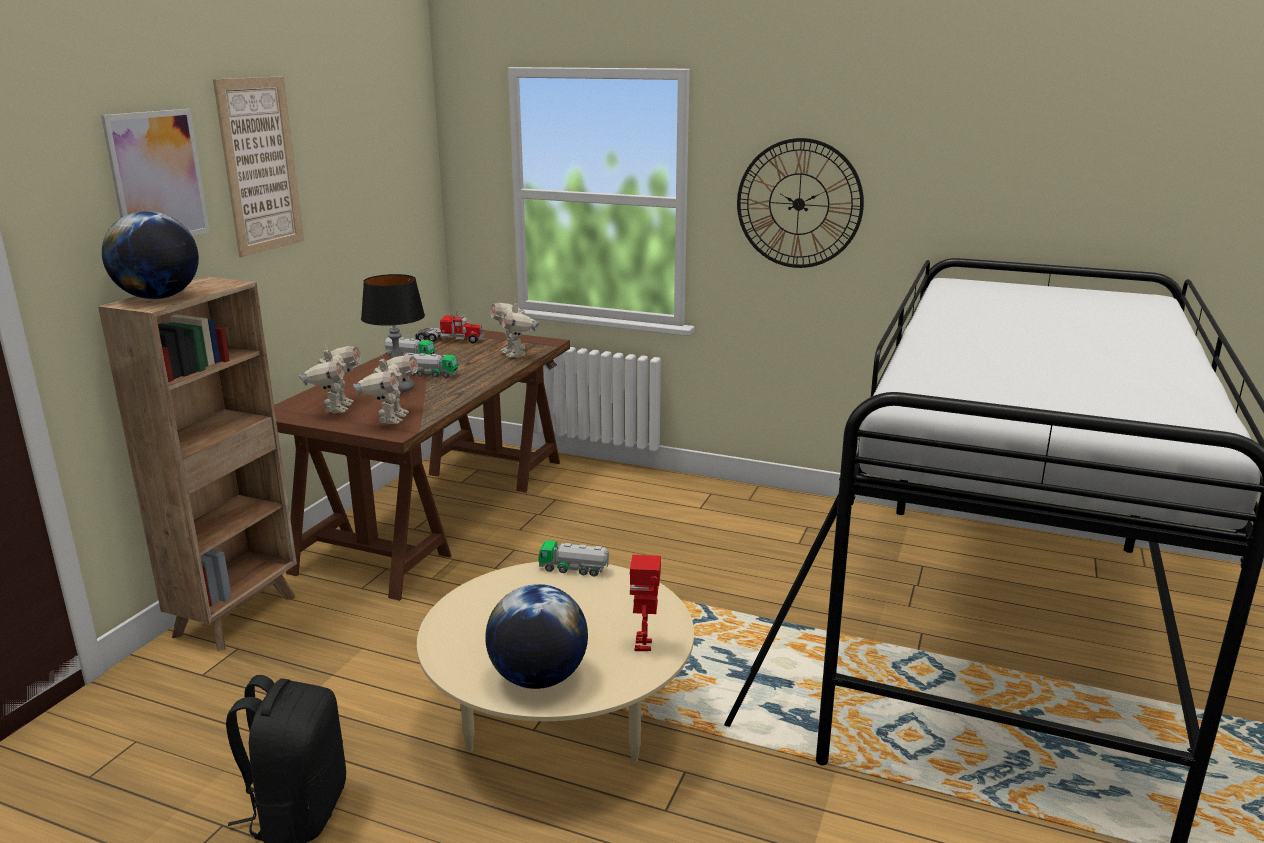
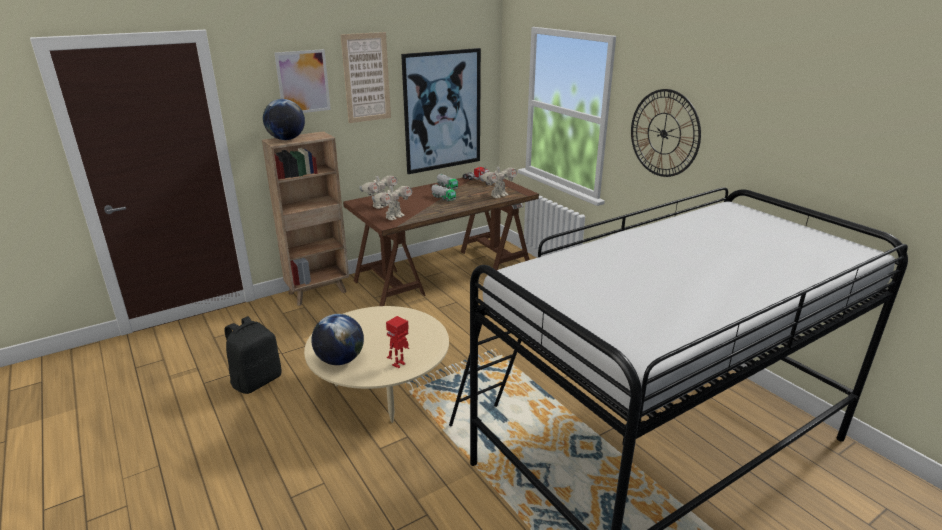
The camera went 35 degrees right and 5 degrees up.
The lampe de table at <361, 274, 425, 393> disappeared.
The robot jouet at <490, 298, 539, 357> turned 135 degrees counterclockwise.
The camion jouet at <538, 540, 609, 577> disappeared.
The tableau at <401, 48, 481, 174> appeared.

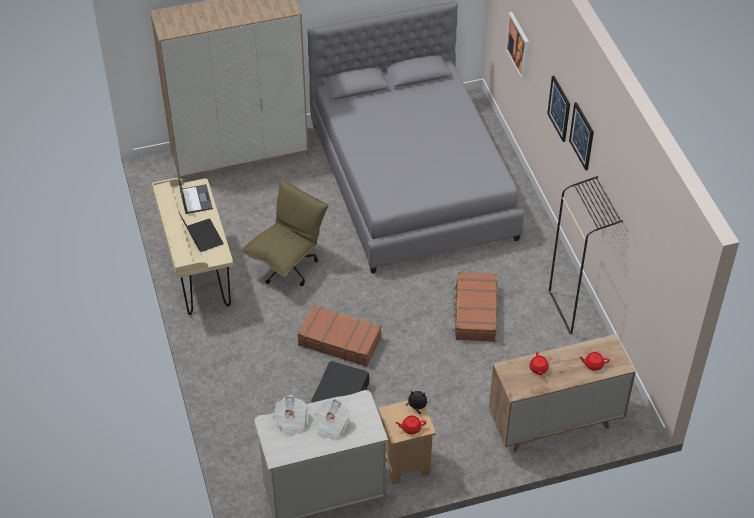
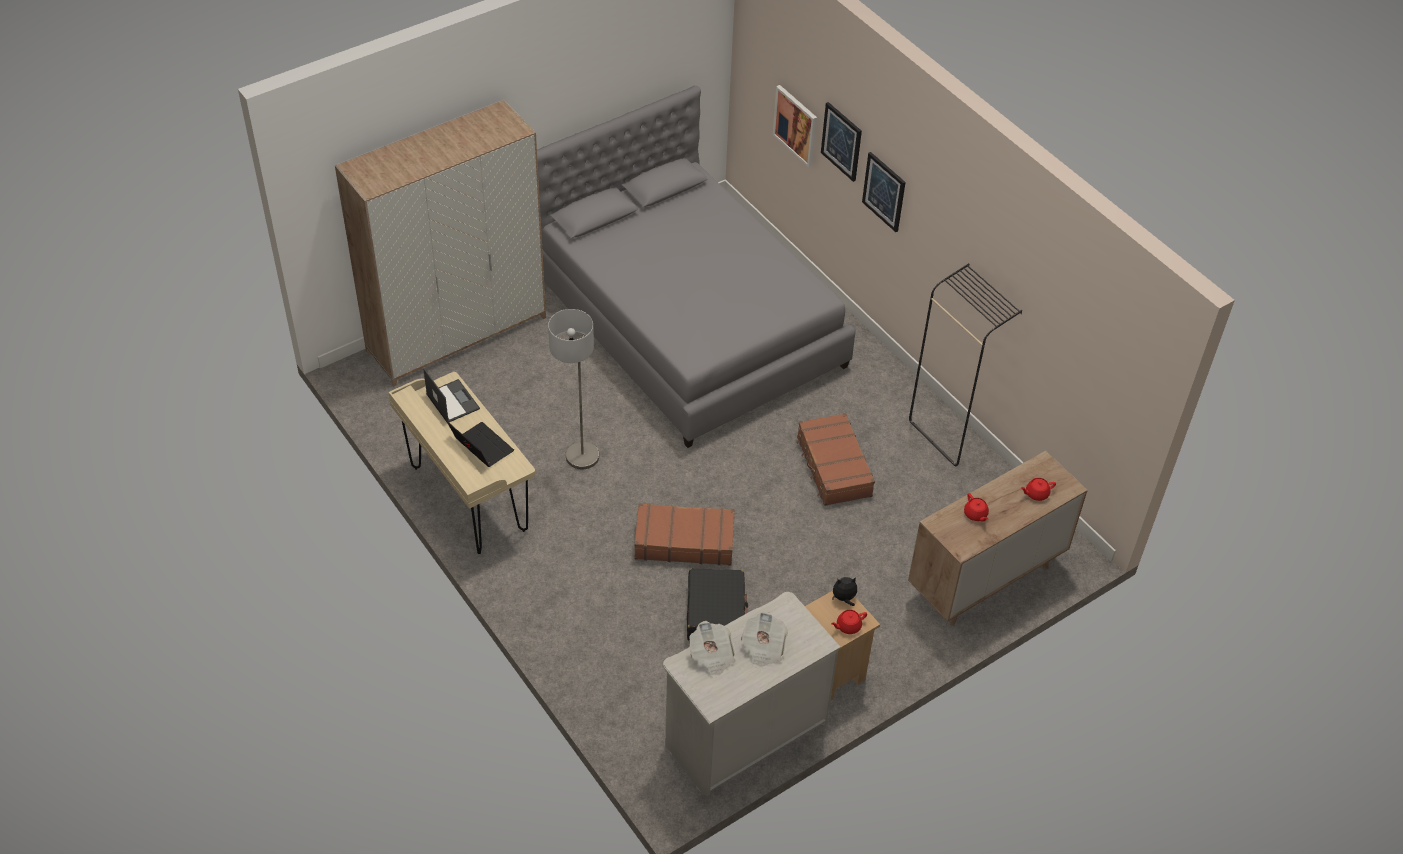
The camera went 20 degrees left and 0 degrees up.
The tableau moved from <569, 102, 594, 170> to <821, 102, 862, 182>.
The chaise de bureau/beige at <241, 179, 328, 286> was replaced by the lampadaire/gris at <548, 309, 599, 469>.

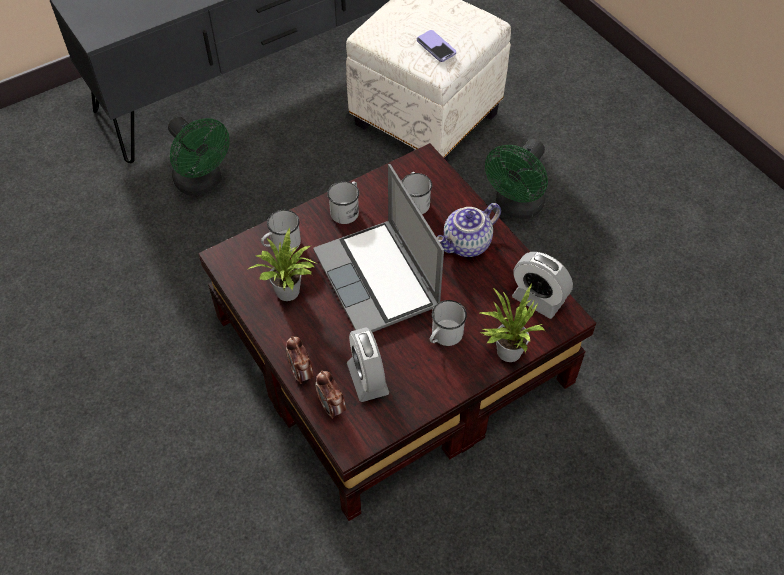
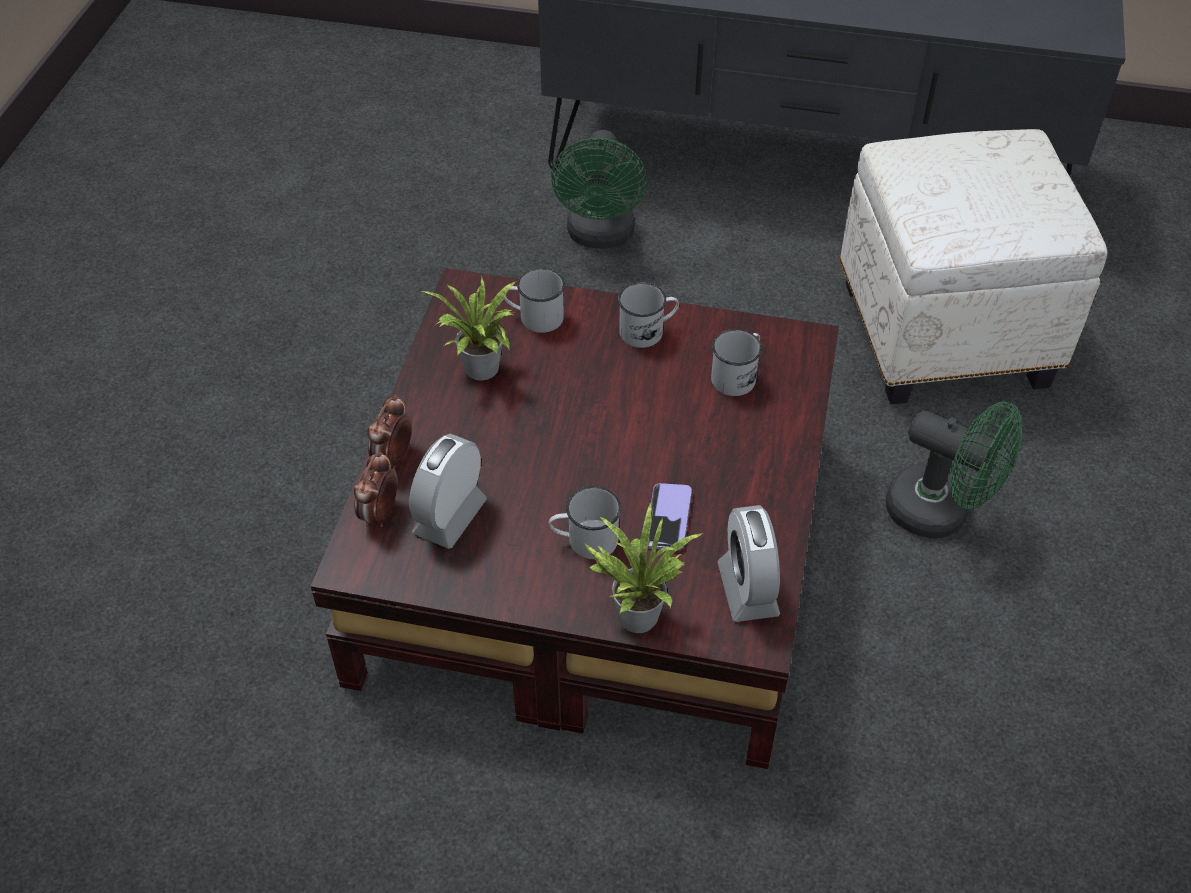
The camera went 45 degrees right and 5 degrees down.
The téléphone moved from <417, 30, 456, 62> to <648, 483, 692, 551>.
The ventilateur/vert at <485, 139, 548, 219> turned 135 degrees counterclockwise.
The ordinateur portable at <313, 164, 444, 332> disappeared.
The théière at <437, 203, 501, 257> disappeared.

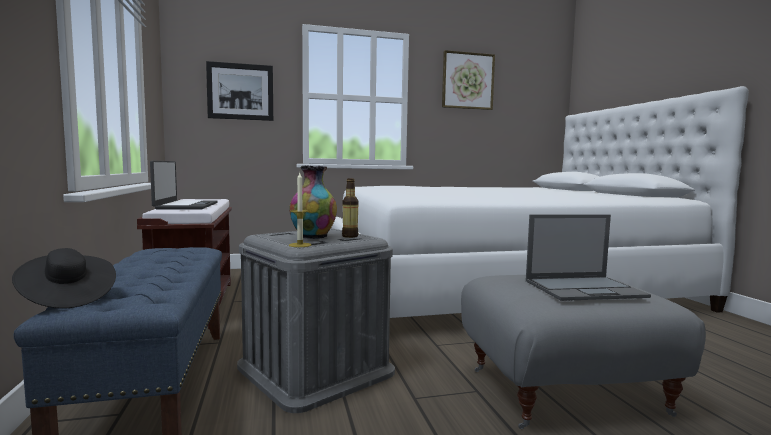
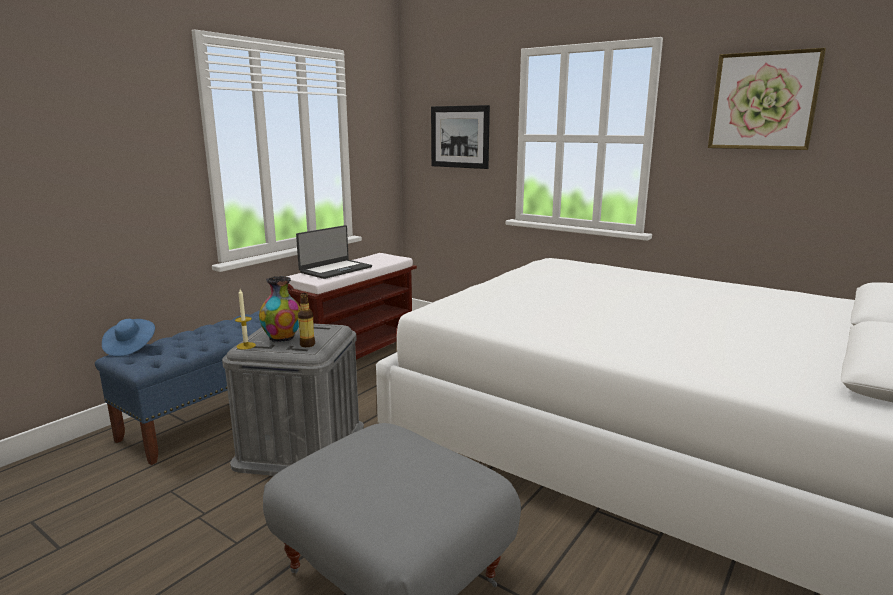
The camera went 50 degrees right and 10 degrees up.
The ordinateur portable at <526, 215, 651, 301> disappeared.
The chapeau/noir at <12, 248, 116, 308> became the chapeau/bleu at <102, 319, 155, 356>.

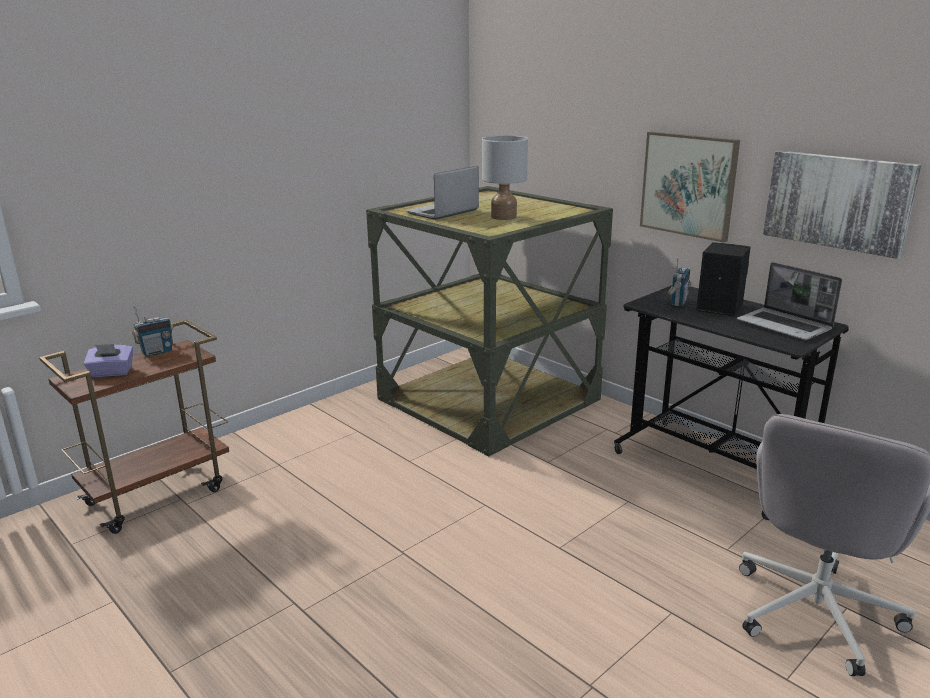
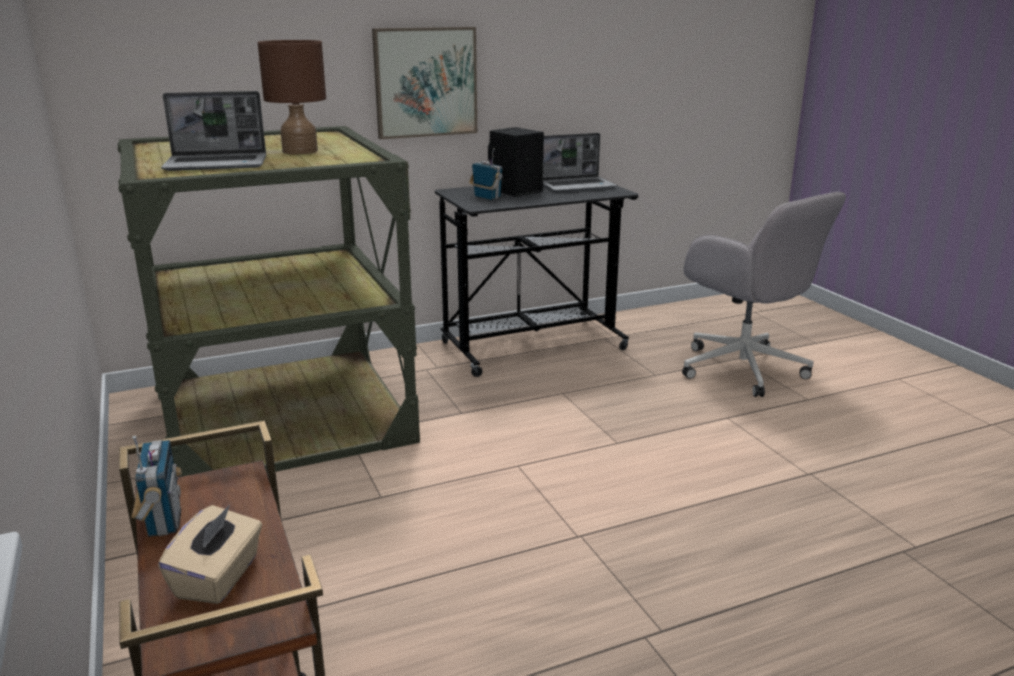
The camera went 70 degrees left and 0 degrees up.
The lampe de table/gris at <482, 135, 528, 220> became the lampe de table/marron at <258, 40, 326, 154>.
The tableau at <763, 151, 921, 259> disappeared.
The ordinateur portable at <406, 166, 479, 220> turned 75 degrees counterclockwise.
The boîte à mouchoirs/violet at <84, 344, 133, 377> became the boîte à mouchoirs/beige at <158, 505, 262, 604>.

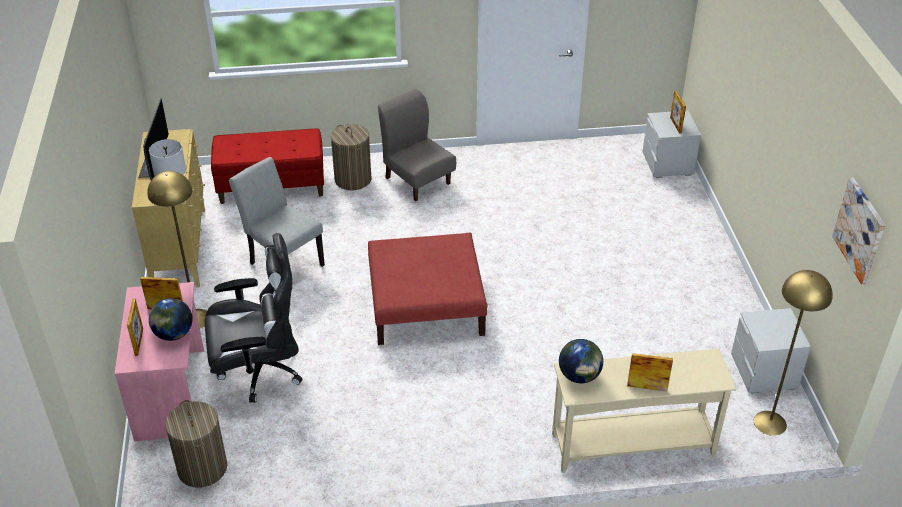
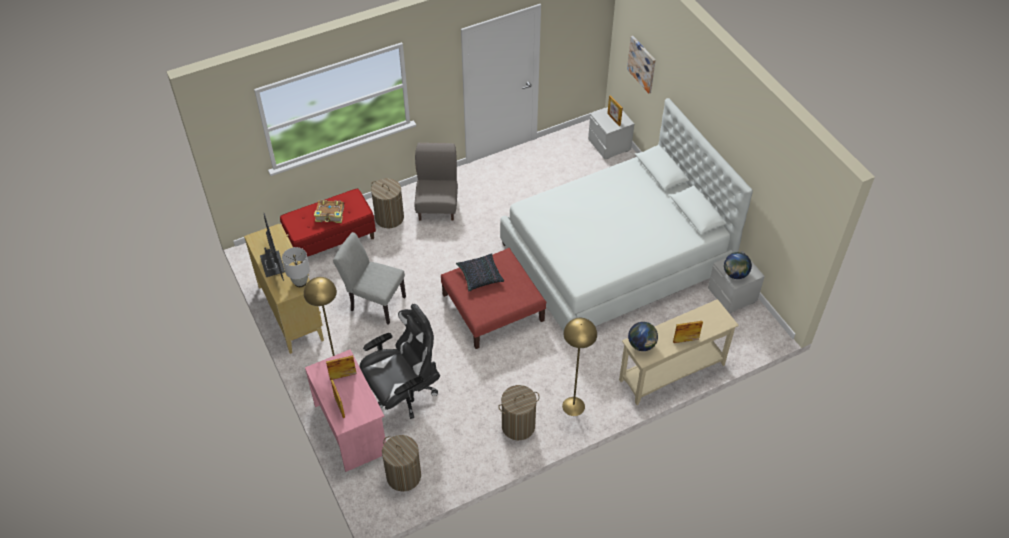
The camera went 20 degrees left and 10 degrees up.
The chaise/gris at <378, 89, 456, 201> turned 60 degrees clockwise.
The tableau moved from <832, 178, 885, 285> to <627, 36, 656, 93>.
The lampadaire/jaune moved from <754, 270, 833, 436> to <562, 318, 597, 416>.
The globe moved from <149, 298, 192, 341> to <724, 252, 752, 279>.
The lit/blanc at <500, 98, 753, 332> appeared.
The livre at <314, 200, 344, 223> appeared.
The coussin/noir at <456, 253, 504, 291> appeared.
The panier à linge at <498, 385, 540, 440> appeared.

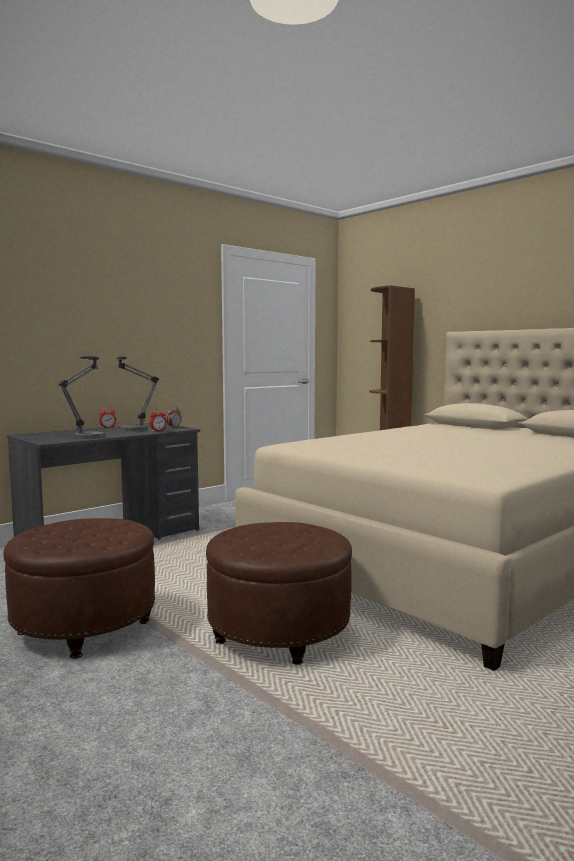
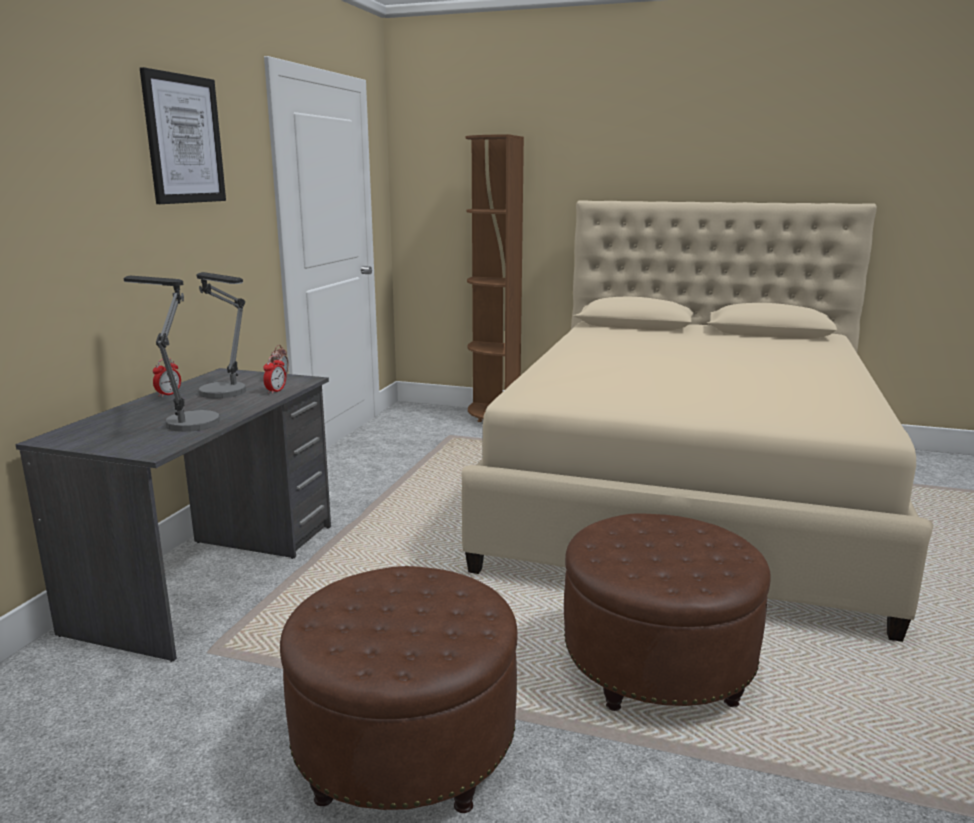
The camera went 30 degrees left and 10 degrees up.
The tableau at <140, 67, 226, 204> appeared.

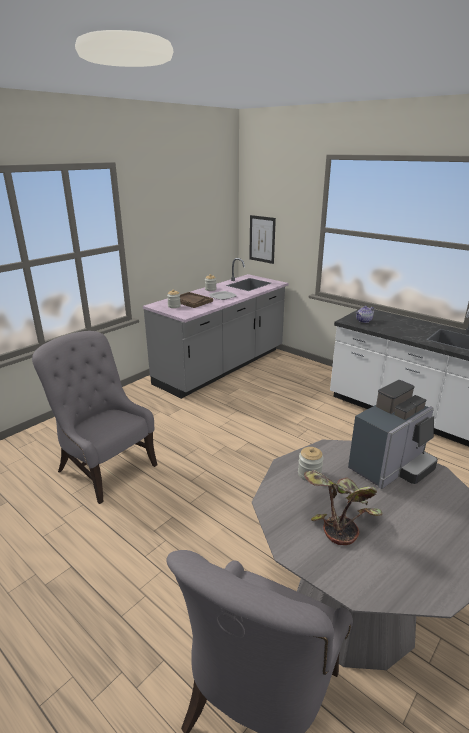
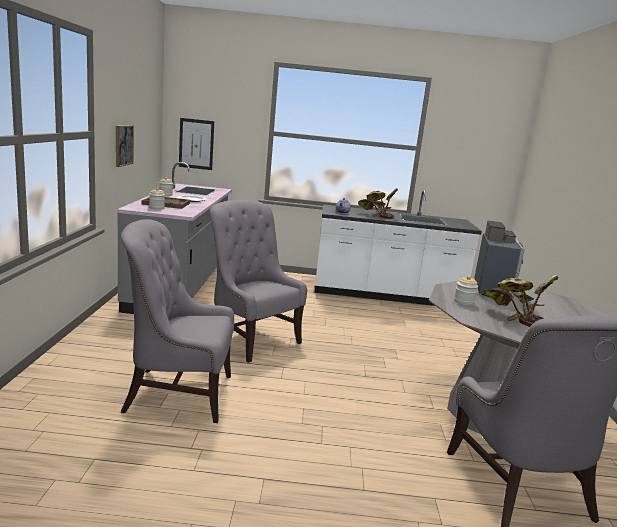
The camera went 40 degrees left and 10 degrees down.
The tableau at <116, 125, 134, 167> appeared.
The plante en pot at <358, 188, 398, 219> appeared.
The chaise/gris at <210, 200, 307, 363> appeared.

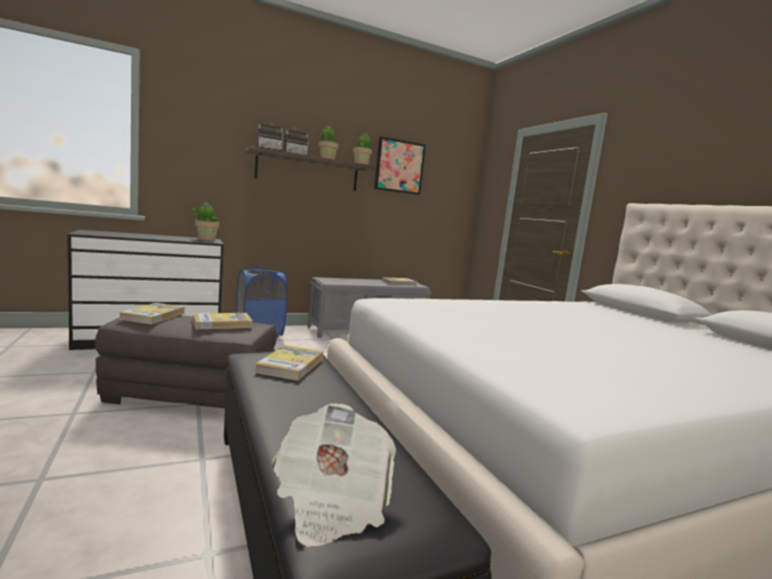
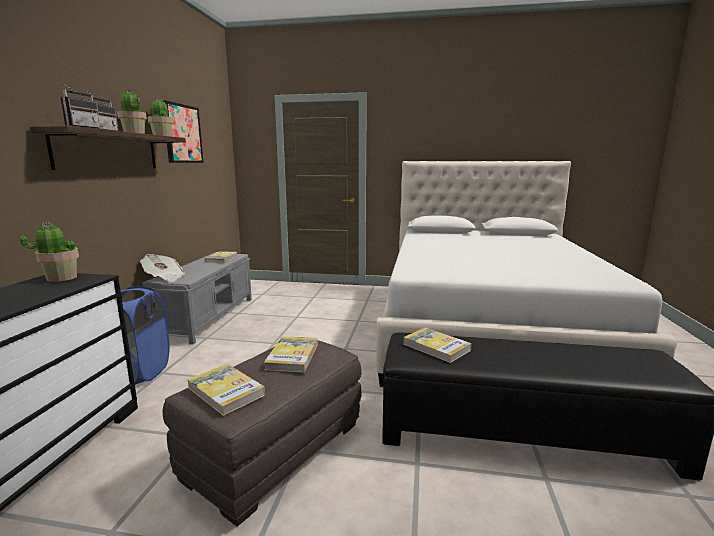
The camera went 55 degrees left and 5 degrees up.
The journal moved from <272, 403, 396, 547> to <140, 254, 185, 282>.

